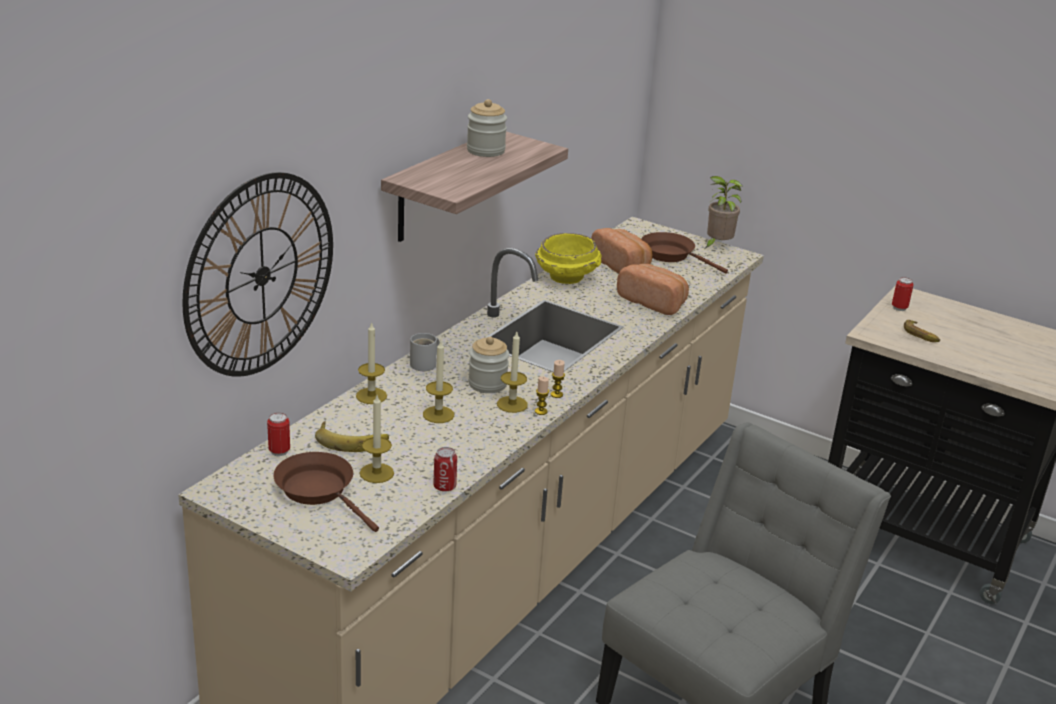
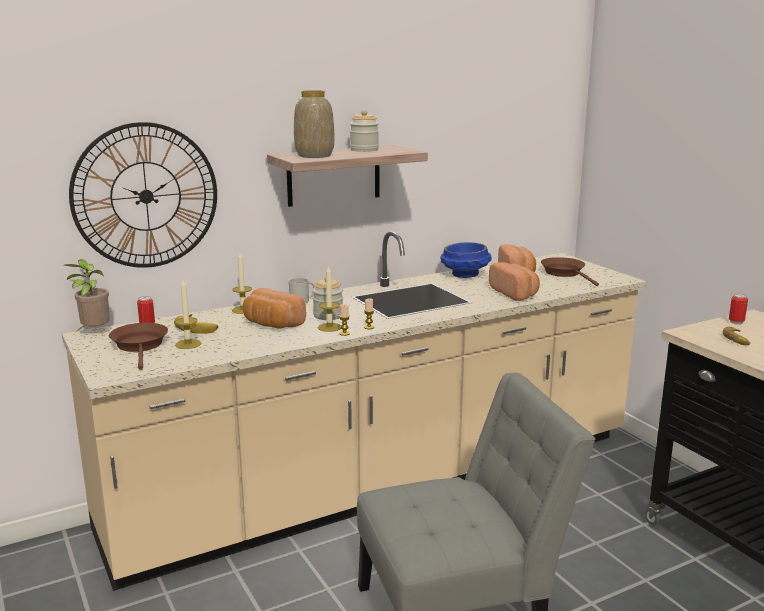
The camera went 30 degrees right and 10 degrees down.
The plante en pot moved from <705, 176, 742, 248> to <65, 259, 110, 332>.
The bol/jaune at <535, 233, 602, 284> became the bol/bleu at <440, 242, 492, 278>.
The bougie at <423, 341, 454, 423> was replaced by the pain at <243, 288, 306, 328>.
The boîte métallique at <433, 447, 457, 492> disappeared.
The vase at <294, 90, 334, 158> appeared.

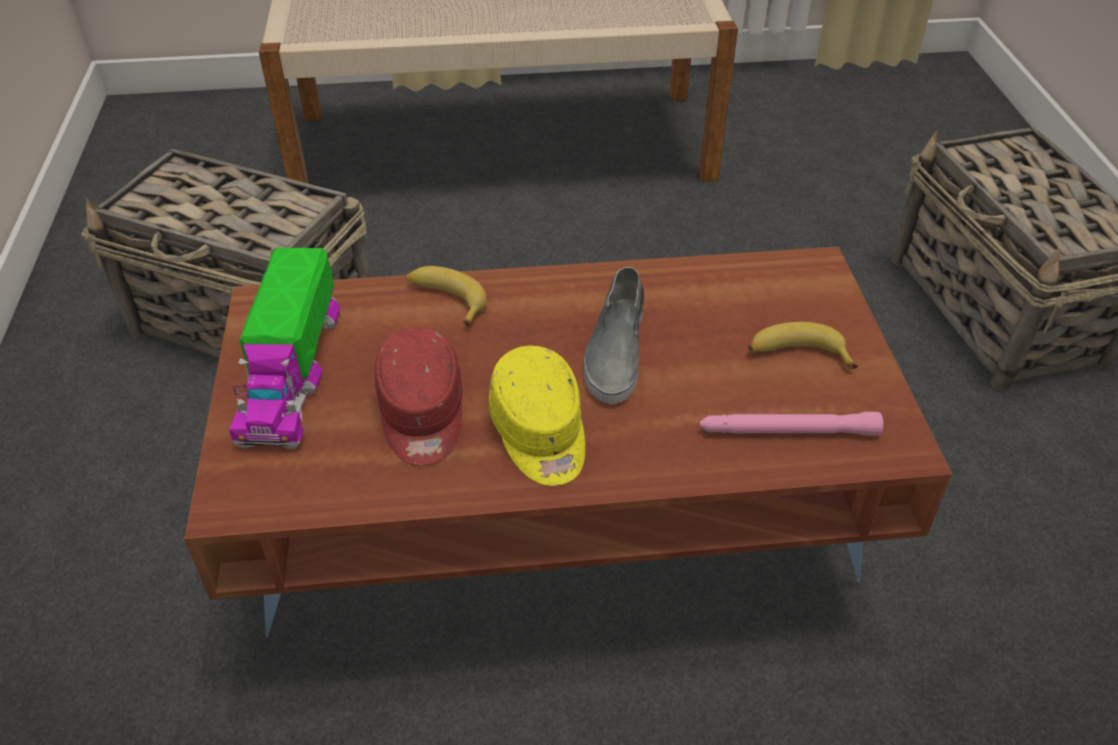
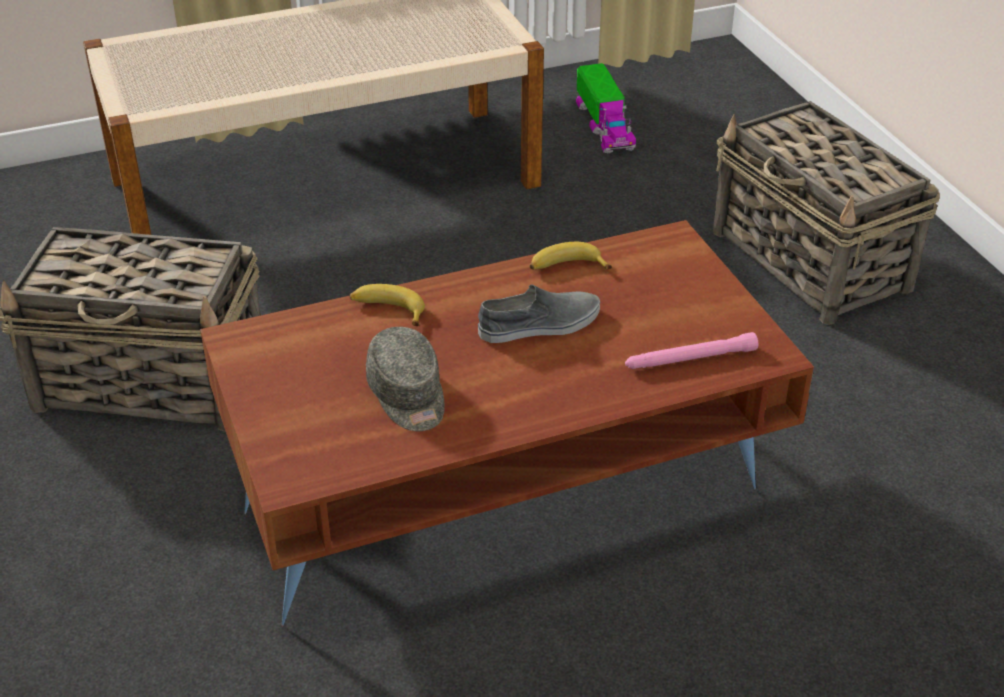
The camera went 15 degrees left and 5 degrees down.
The camion jouet moved from <229, 247, 341, 449> to <576, 63, 636, 153>.
The chaussure/gris at <584, 267, 644, 404> turned 105 degrees counterclockwise.
The banane moved from <748, 322, 858, 369> to <530, 242, 612, 270>.
The casquette/rouge at <375, 327, 463, 466> became the casquette/gris at <366, 327, 445, 431>.
The casquette/jaune at <489, 346, 585, 486> disappeared.

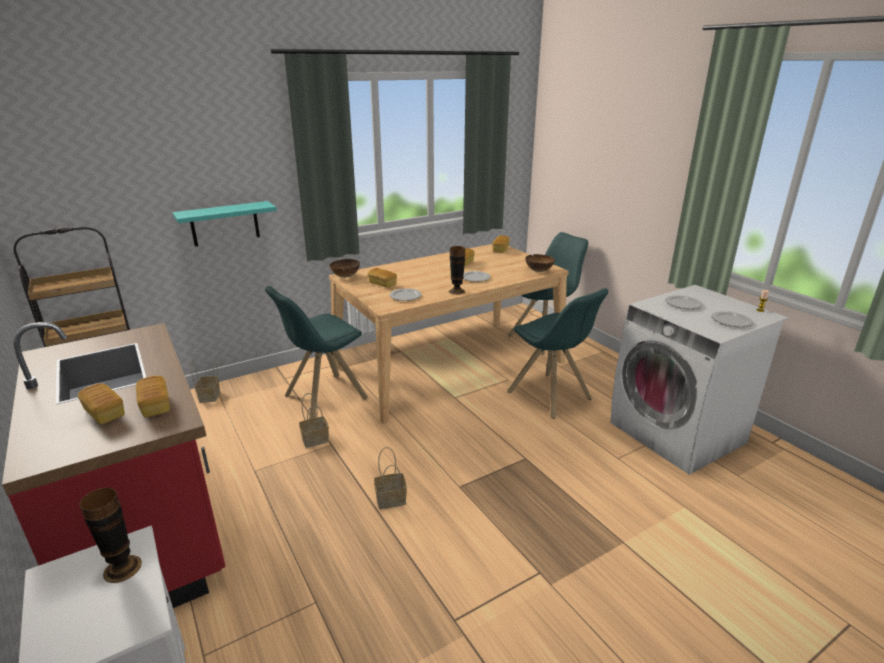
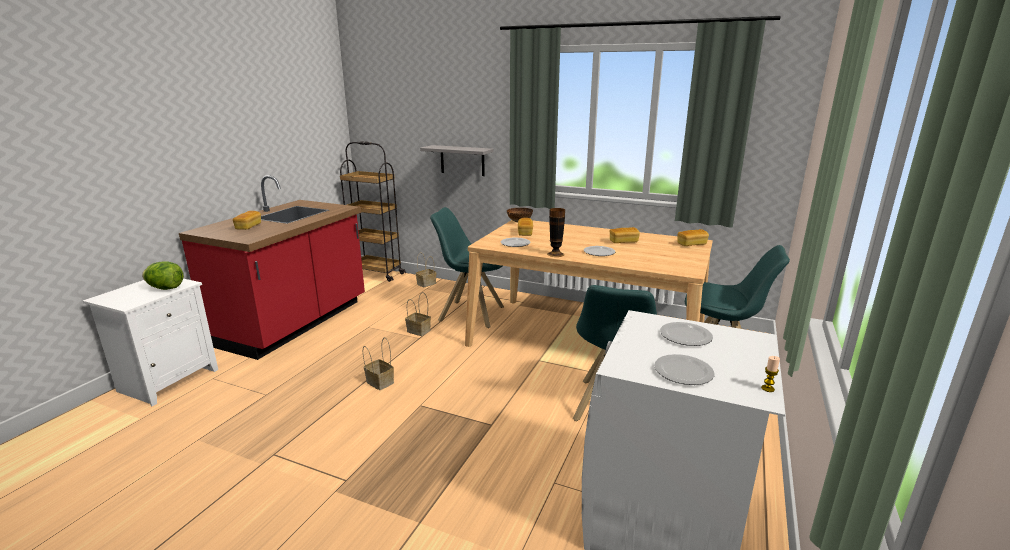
The camera went 55 degrees right and 5 degrees down.
The étagère/turquoise at <173, 201, 277, 247> became the étagère/gris at <420, 145, 494, 176>.
The bol at <525, 254, 555, 272> disappeared.
The pain at <136, 376, 170, 417> disappeared.
The vase at <79, 488, 142, 583> was replaced by the laitue at <142, 262, 184, 290>.

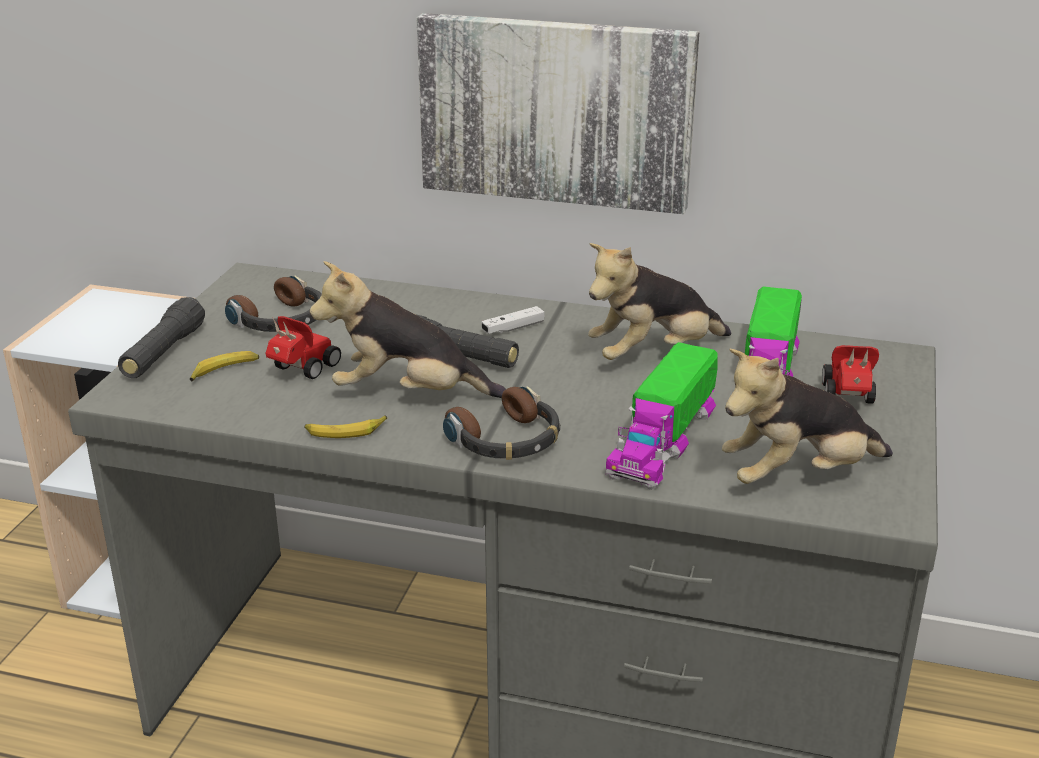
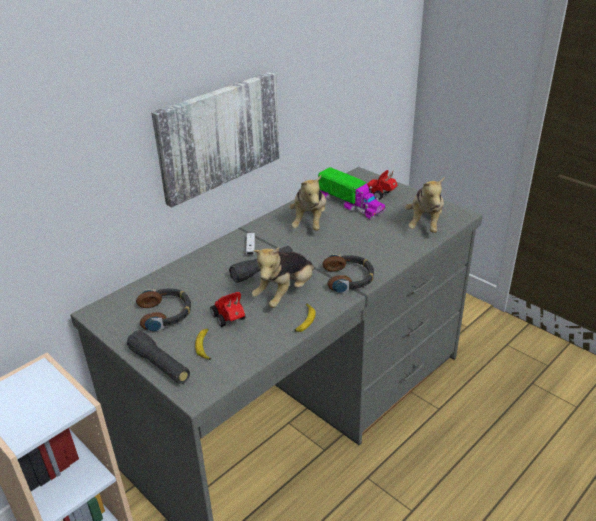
The camera went 60 degrees left and 5 degrees up.
The camion jouet at <605, 342, 718, 490> disappeared.

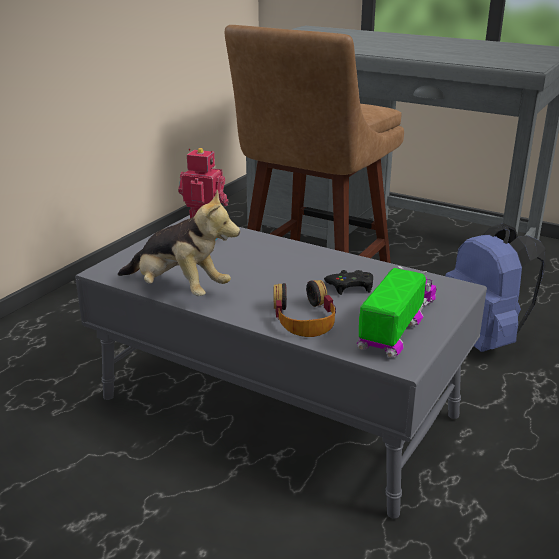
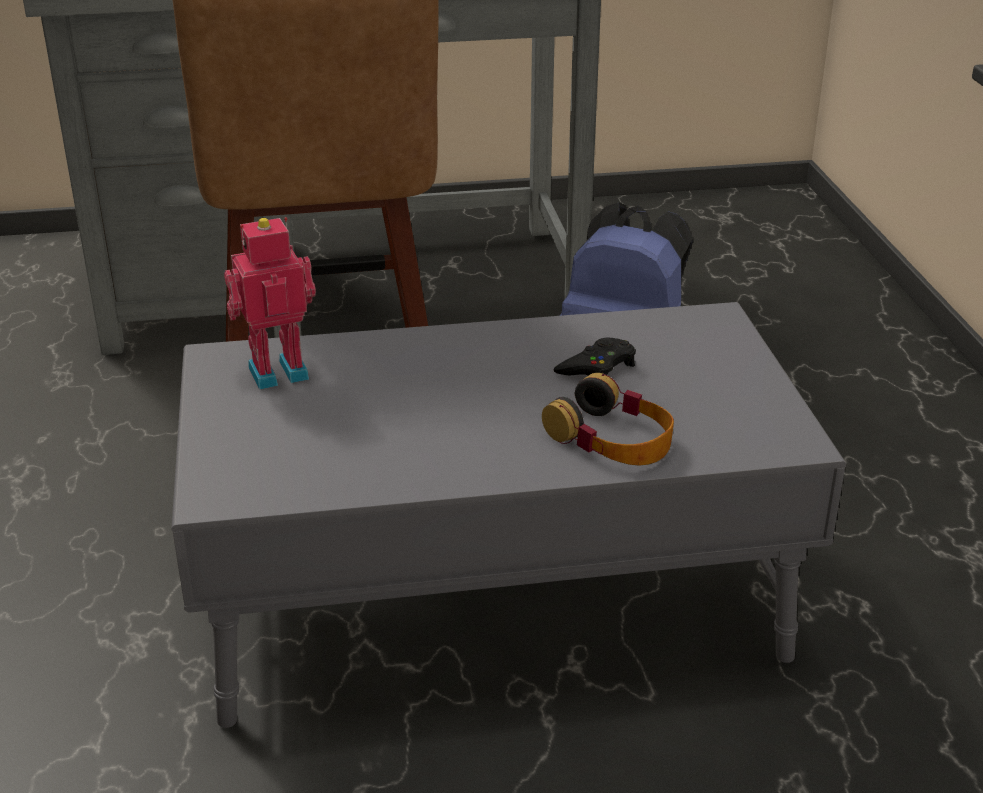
The camera went 40 degrees left and 5 degrees up.
The peluche at <118, 190, 240, 296> disappeared.
The camion jouet at <356, 265, 436, 358> disappeared.

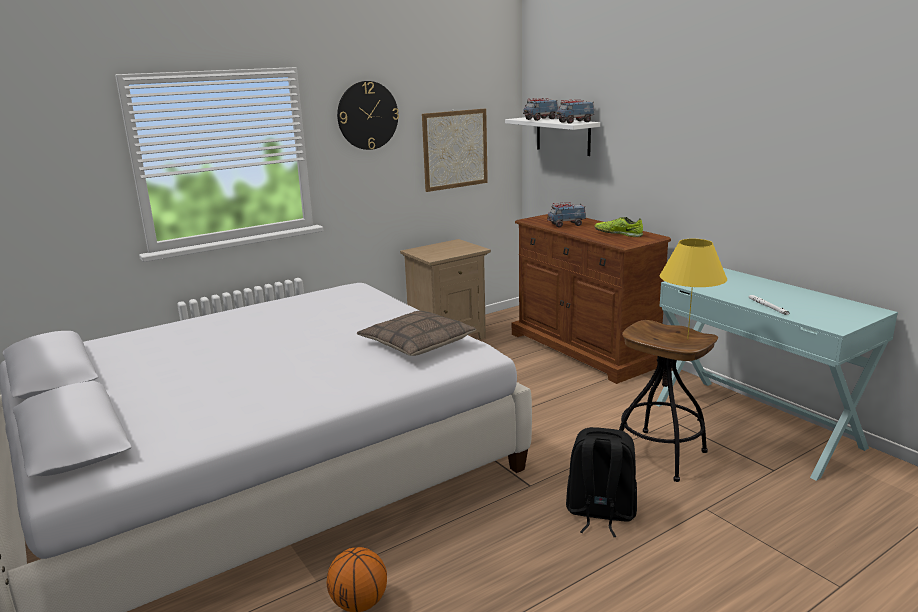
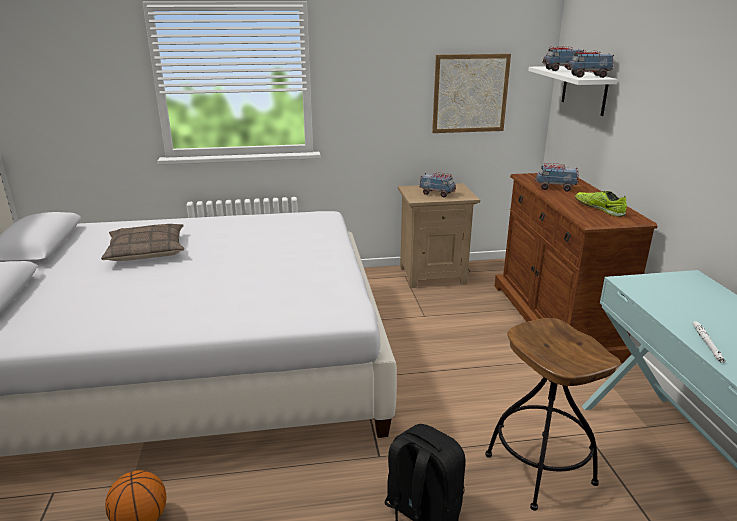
The camera went 25 degrees right and 5 degrees up.
The horloge murale at <337, 81, 399, 150> disappeared.
The lampe de table/jaune at <660, 239, 727, 340> disappeared.
The coussin moved from <357, 311, 476, 356> to <101, 224, 184, 261>.
The camion jouet at <420, 172, 456, 197> appeared.

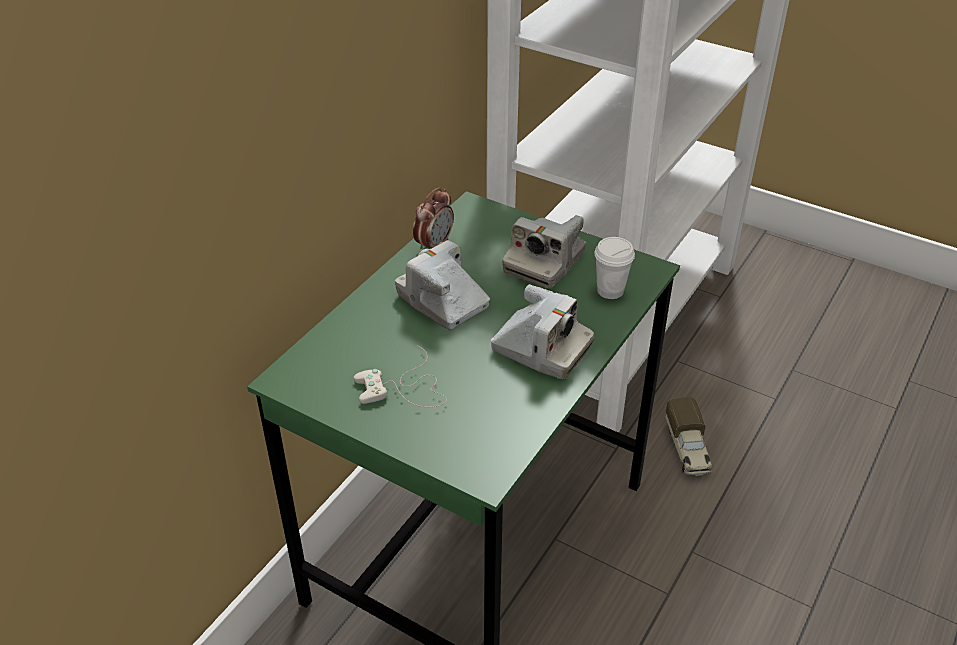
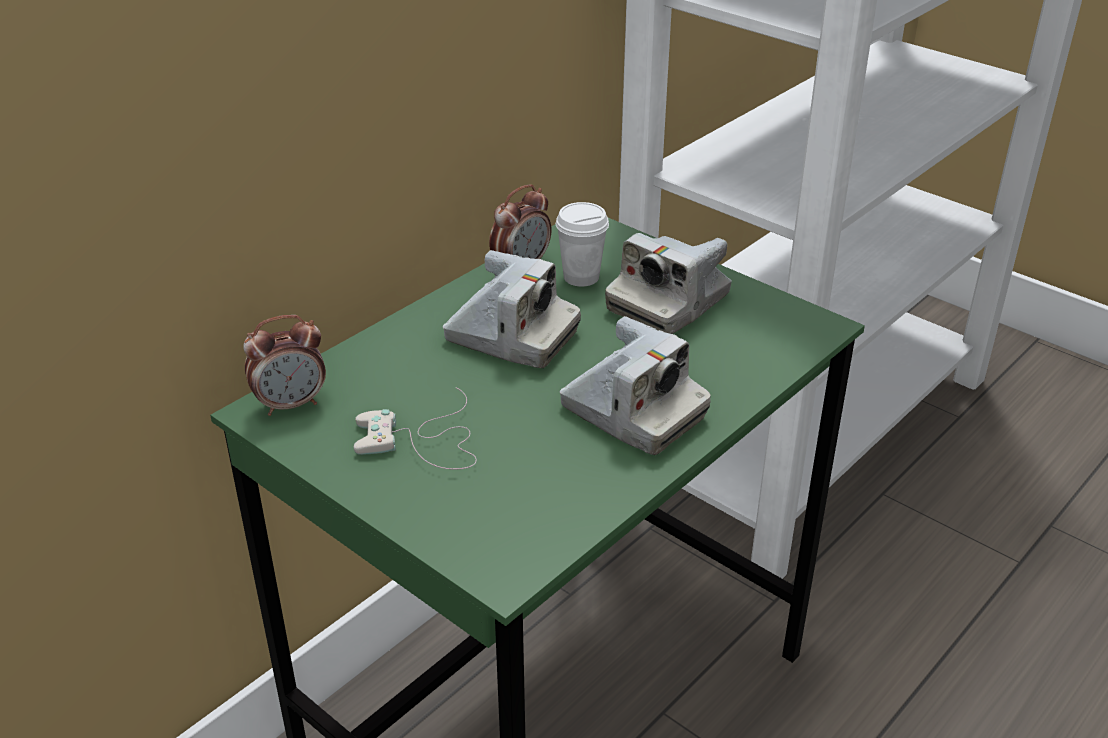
The camera went 10 degrees right and 5 degrees down.
The tasse/blanc moved from <594, 237, 635, 299> to <556, 202, 609, 287>.
The appareil photo at <395, 240, 490, 330> turned 150 degrees clockwise.
The camion jouet at <665, 397, 712, 476> disappeared.
The réveil at <243, 315, 326, 416> appeared.

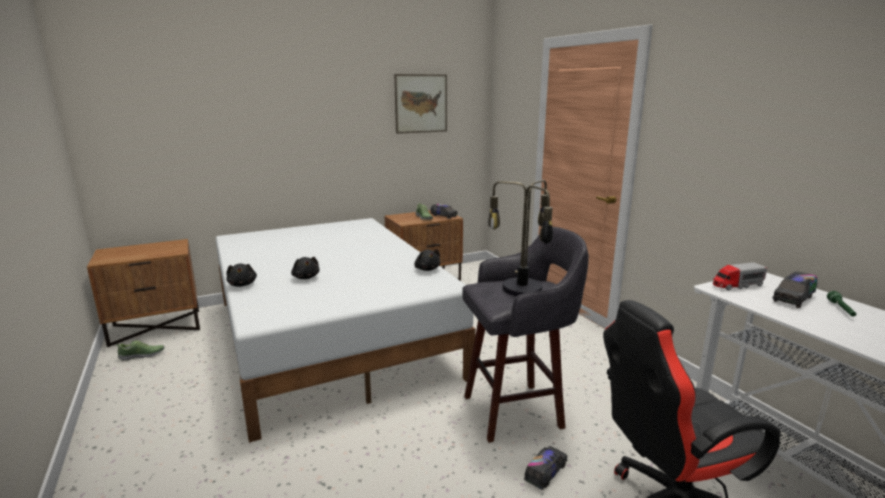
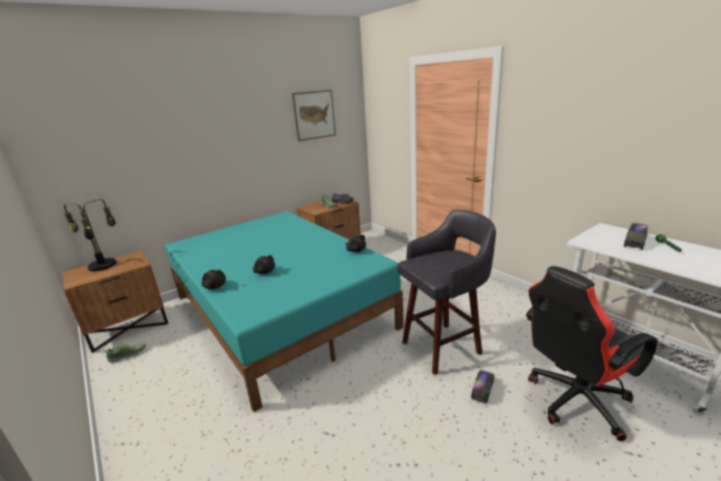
The camera went 10 degrees left and 5 degrees up.
The lampe de table moved from <488, 180, 553, 296> to <64, 199, 116, 271>.
The lit/blanc at <216, 218, 475, 443> became the lit/turquoise at <165, 211, 404, 412>.
The camion jouet at <713, 262, 767, 291> disappeared.

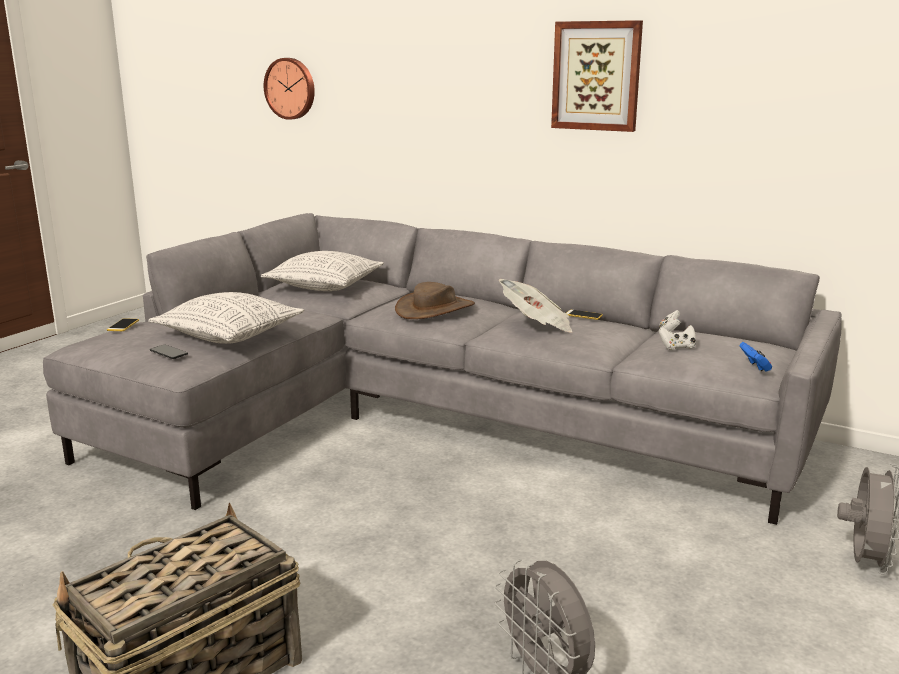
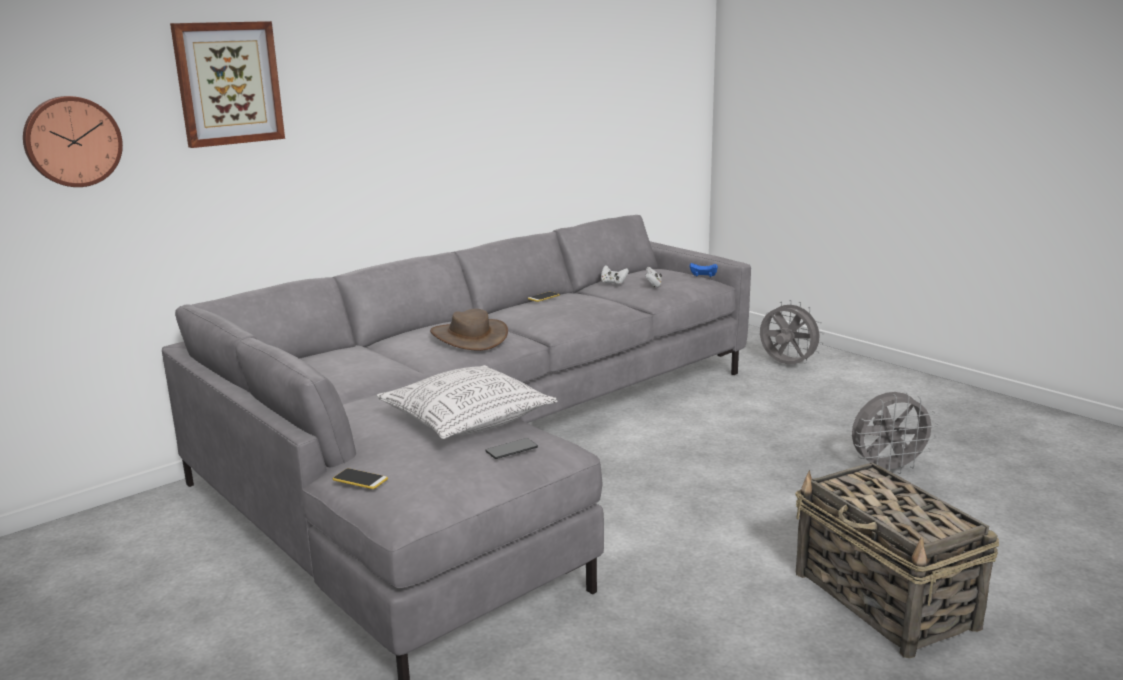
The camera went 70 degrees left and 0 degrees up.
The tableau moved from <551, 20, 643, 132> to <170, 21, 285, 148>.
The coussin at <261, 251, 384, 291> disappeared.
The journal at <499, 279, 573, 333> disappeared.

